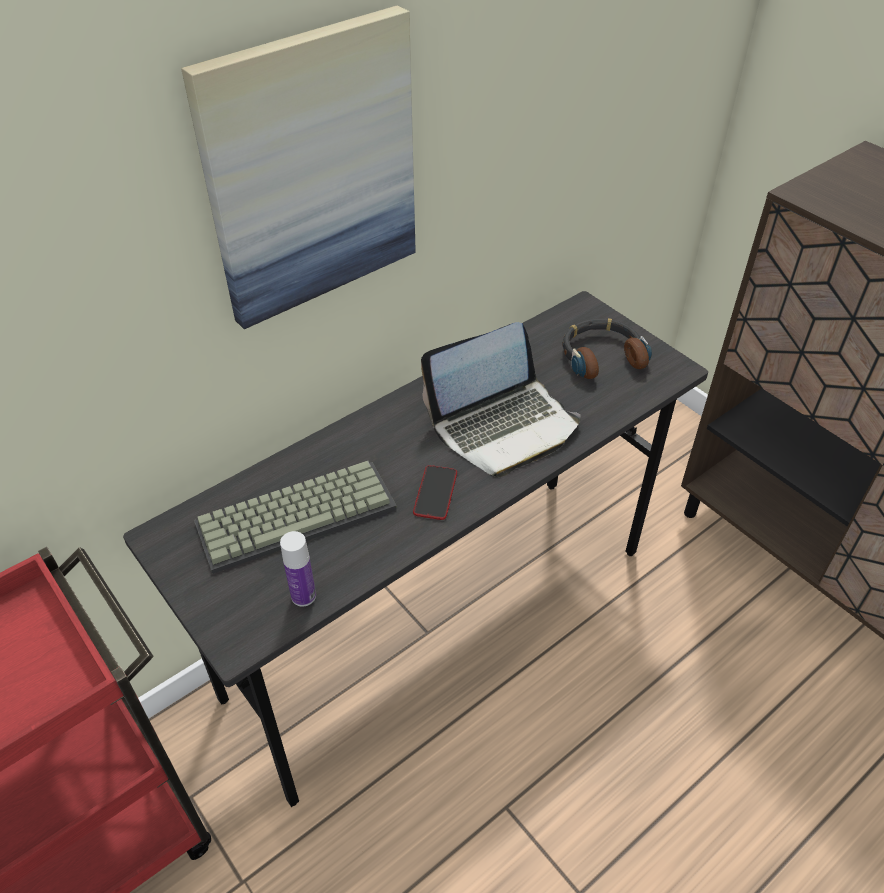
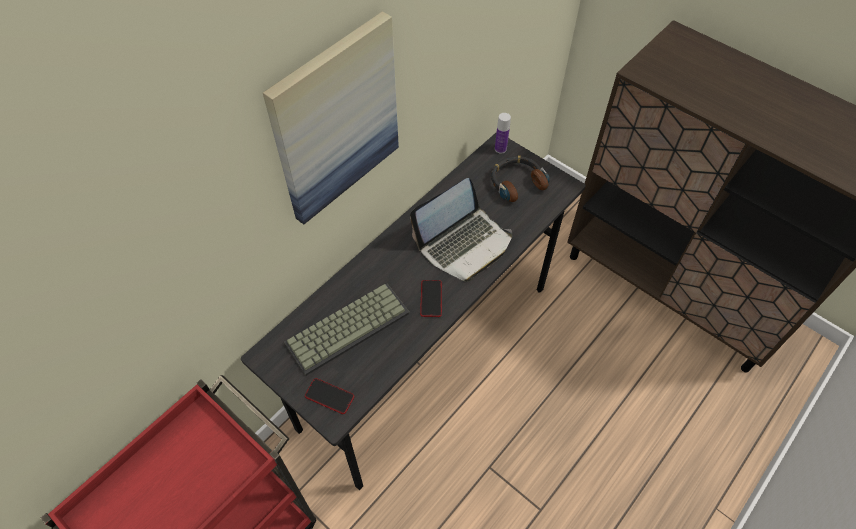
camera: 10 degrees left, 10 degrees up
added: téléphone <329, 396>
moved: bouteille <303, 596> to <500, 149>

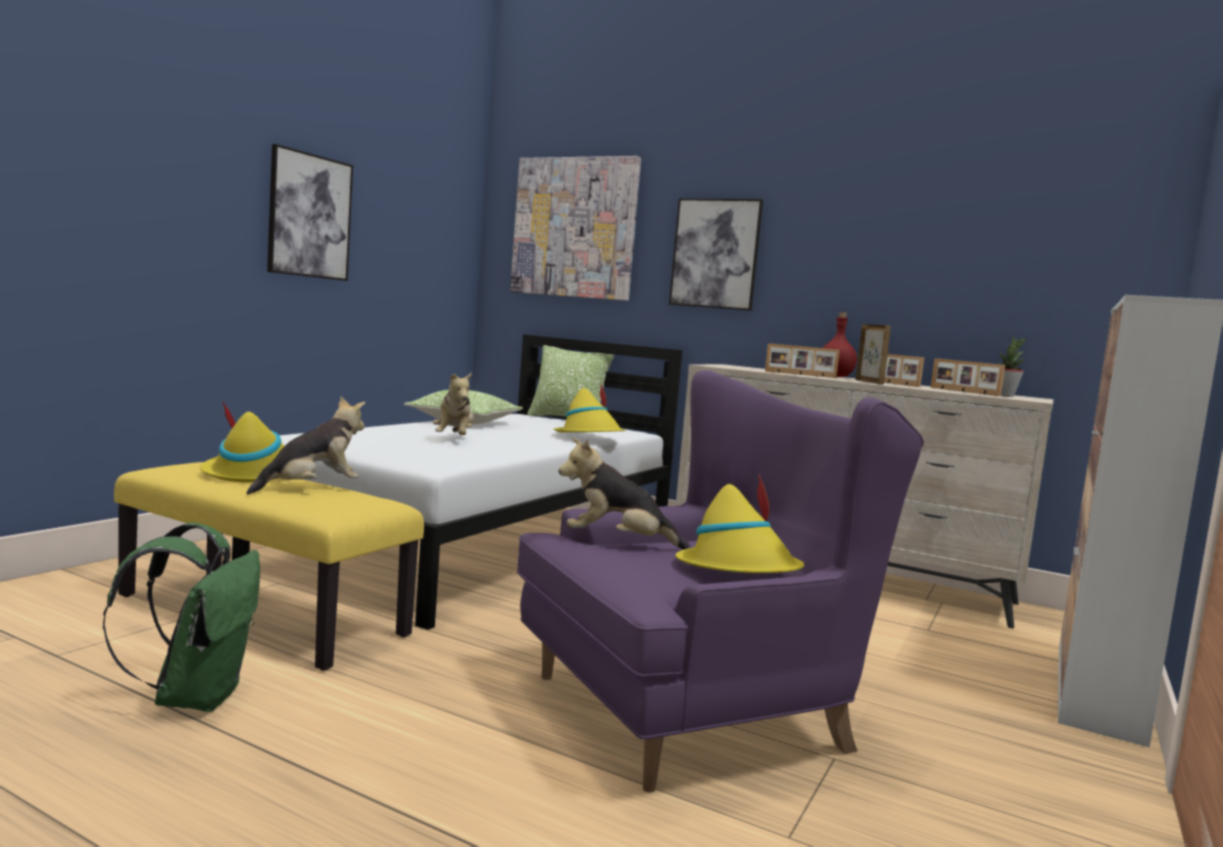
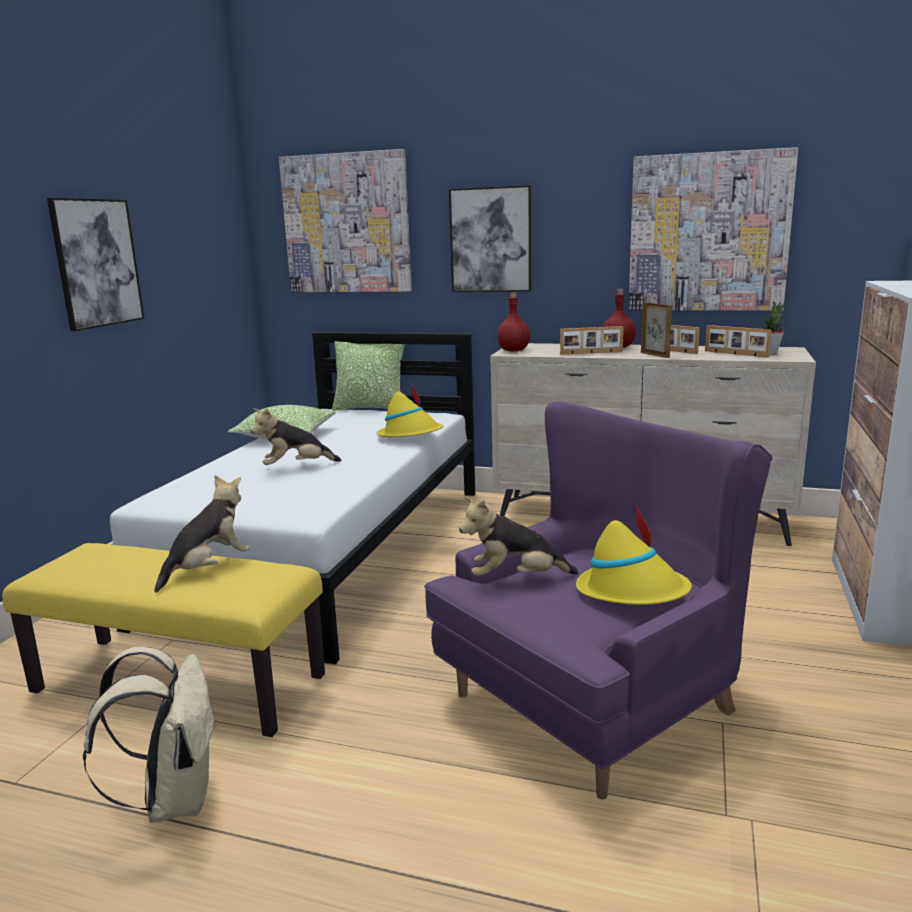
camera: 10 degrees left, 10 degrees up
removed: chapeau [jaune] <253, 473>
added: tableau <708, 233>; bouteille [rouge] <514, 350>
recoloured: sac à dos [vert] <195, 697> to sac à dos [beige] <174, 798>
turned: peluche <454, 439> = <296, 467> 90 degrees clockwise

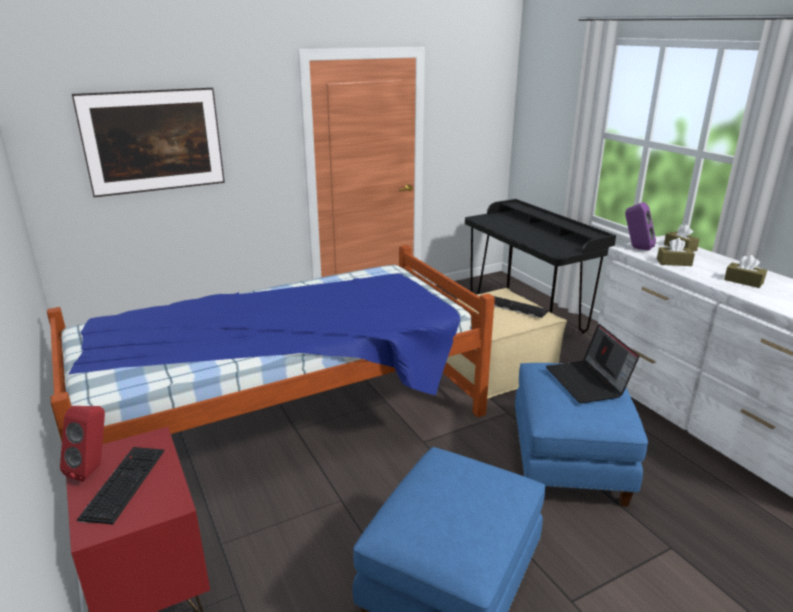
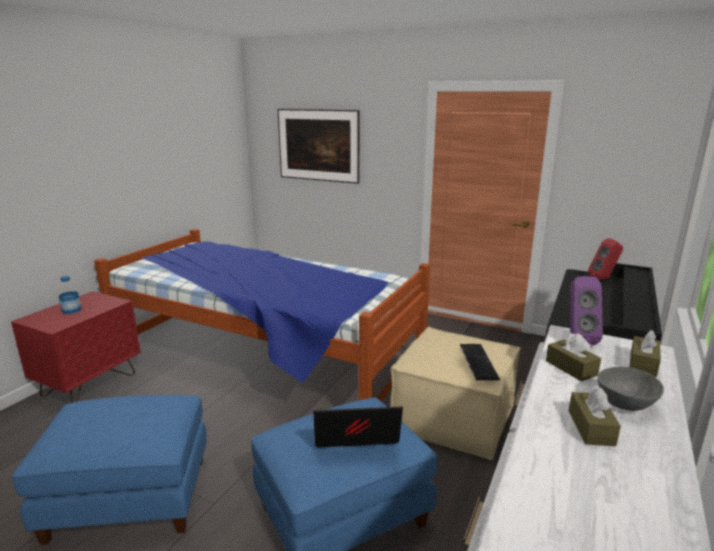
camera: 55 degrees right, 5 degrees down
added: bol [gris] <626, 404>
moved: enceinte [rouge] <93, 469> to <603, 279>
replaced: clavier <123, 482> to bouteille <71, 310>
turned: ordinateur portable <588, 382> = <354, 435> 45 degrees clockwise

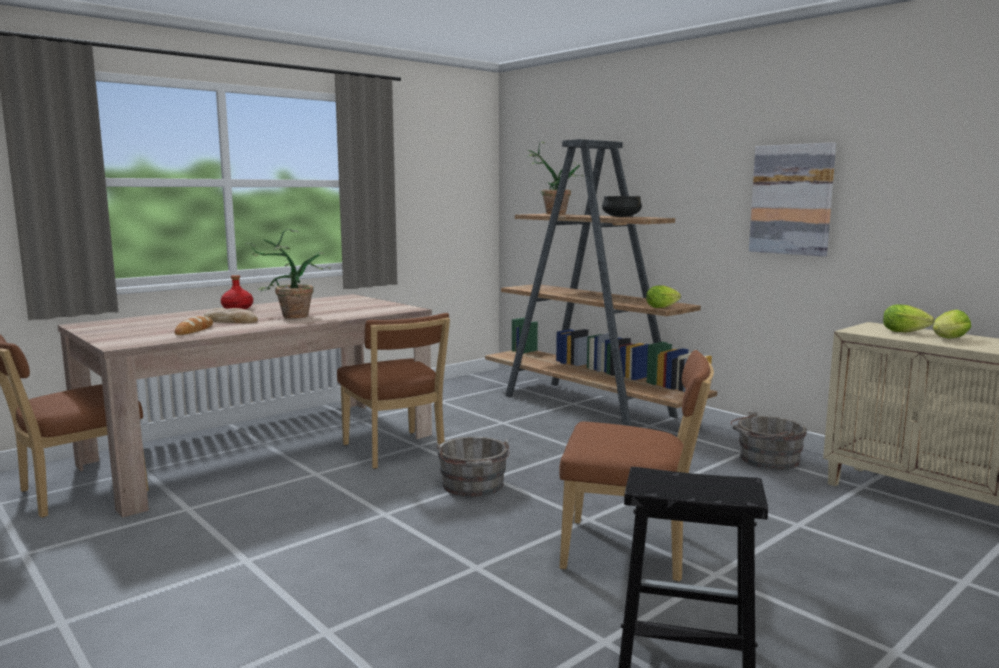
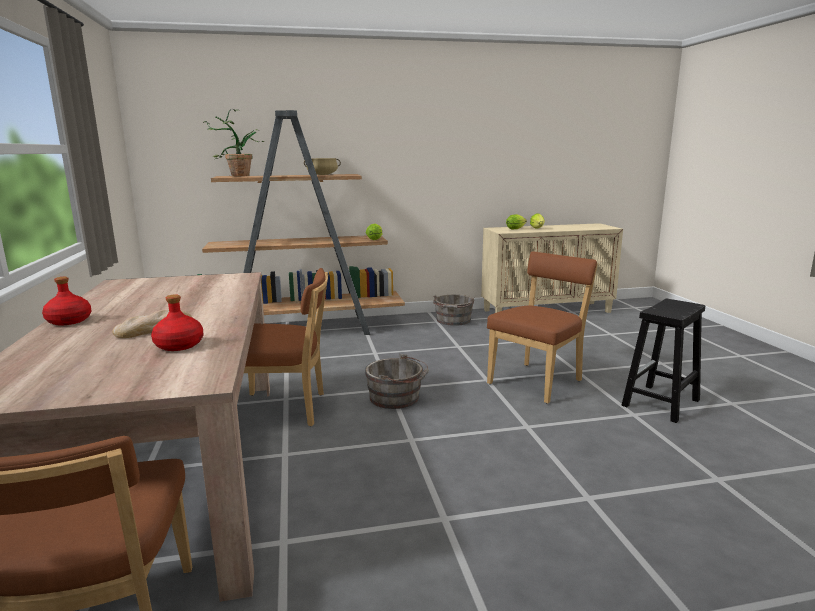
camera: 60 degrees left, 5 degrees up
removed: tableau <791, 199>; plante en pot <288, 317>
replaced: pain <194, 330> to bouteille [rouge] <178, 345>
recoloured: marmite [noir] <621, 216> to marmite [beige] <322, 175>

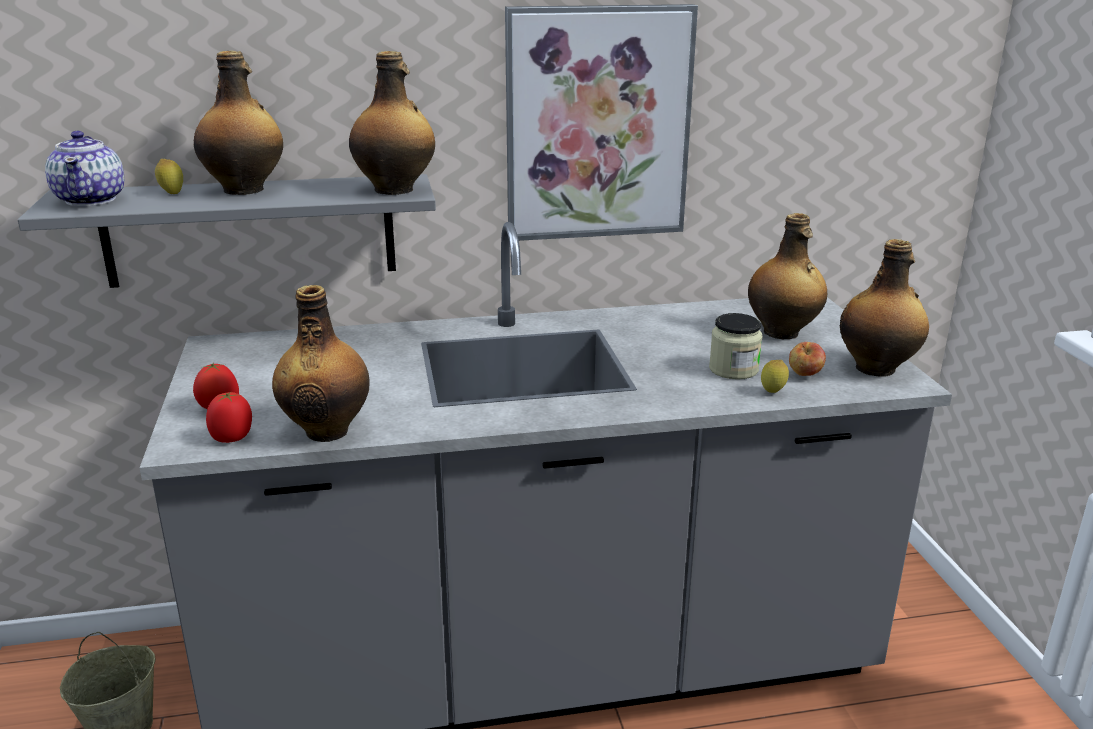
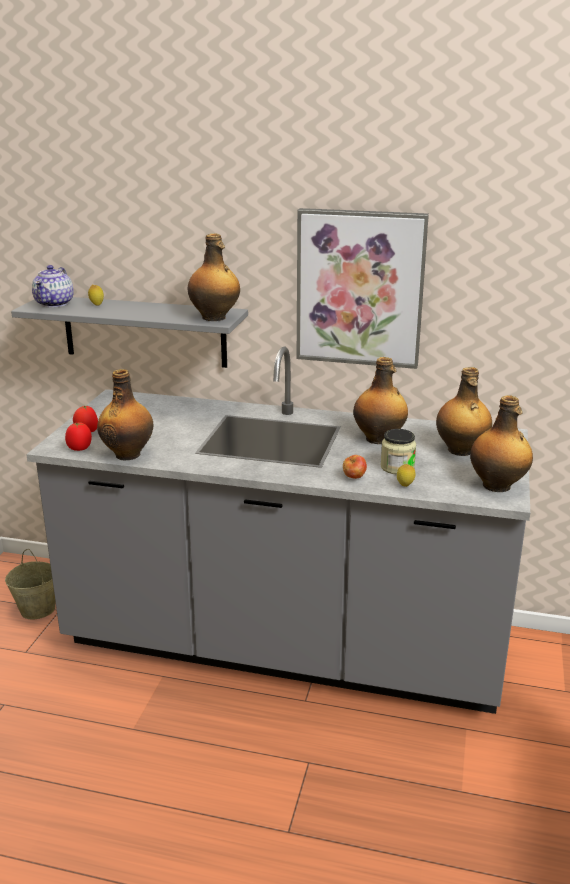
camera: 25 degrees right, 0 degrees up
moved: bouteille <245, 190> to <379, 439>; pomme <805, 375> to <354, 478>

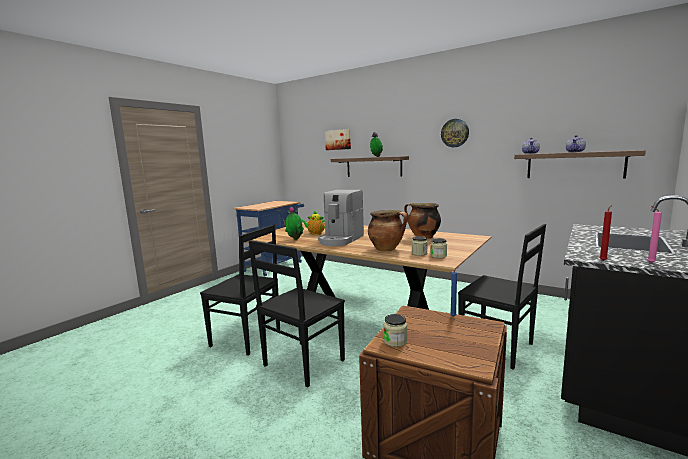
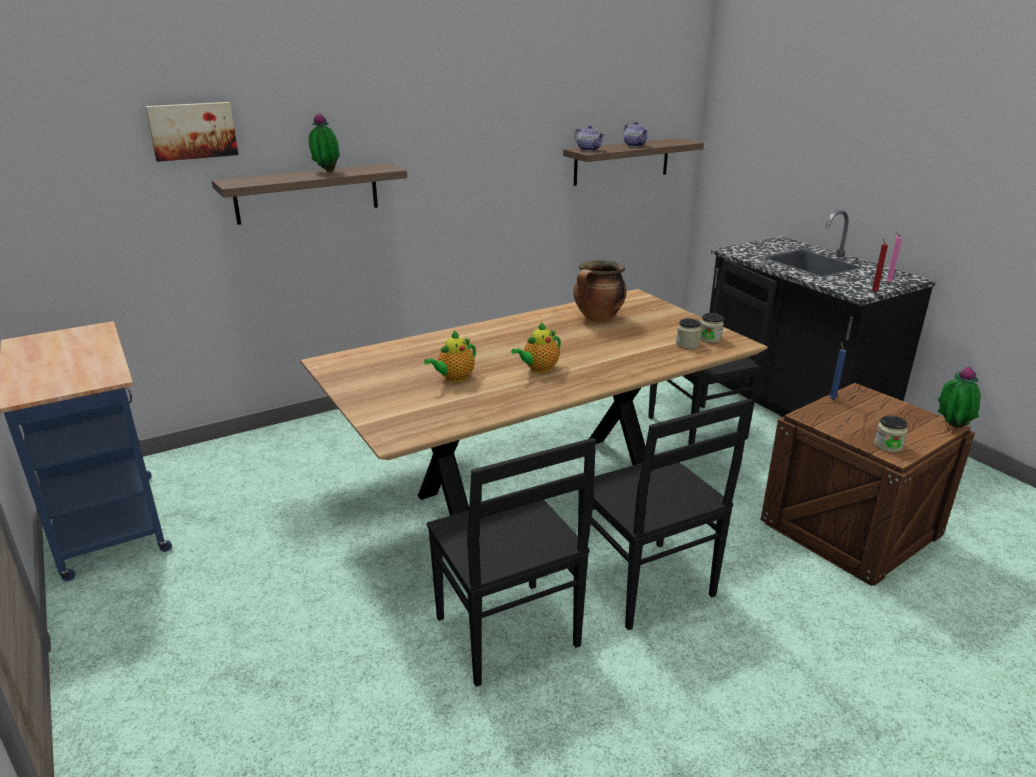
camera: 65 degrees left, 15 degrees up
removed: horloge murale <455, 133>; marmite <387, 249>
moved: plante en pot <295, 239> to <951, 427>
replaced: machine à café <341, 239> to théière <538, 369>
turned: chaise [noir] <247, 338> = <508, 634> 105 degrees clockwise

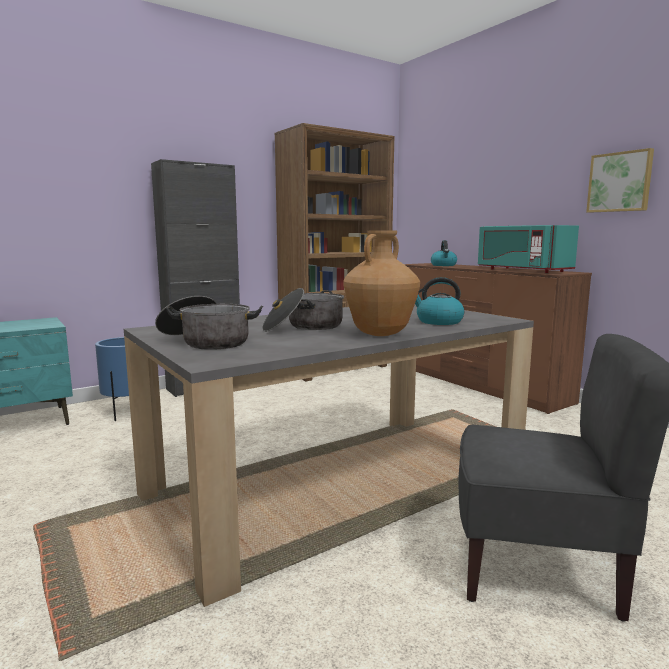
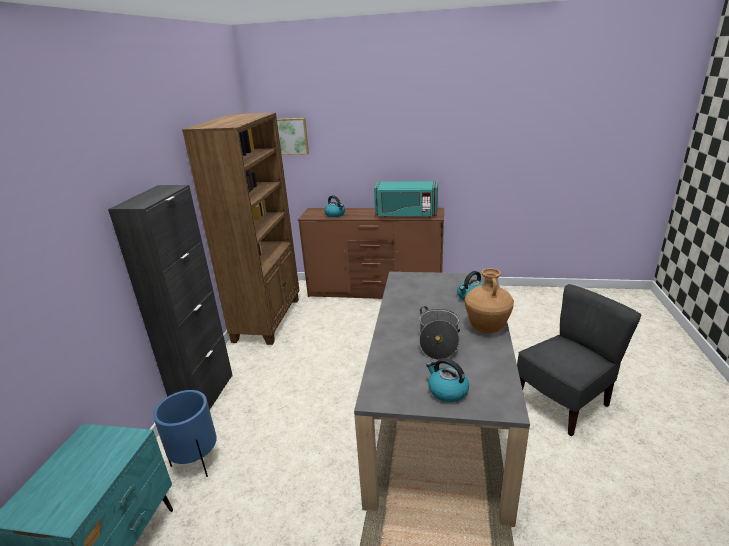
camera: 45 degrees left, 15 degrees up
moved: tableau <620, 182> to <290, 136>
replaced: marmite <206, 341> to bouilloire <447, 391>

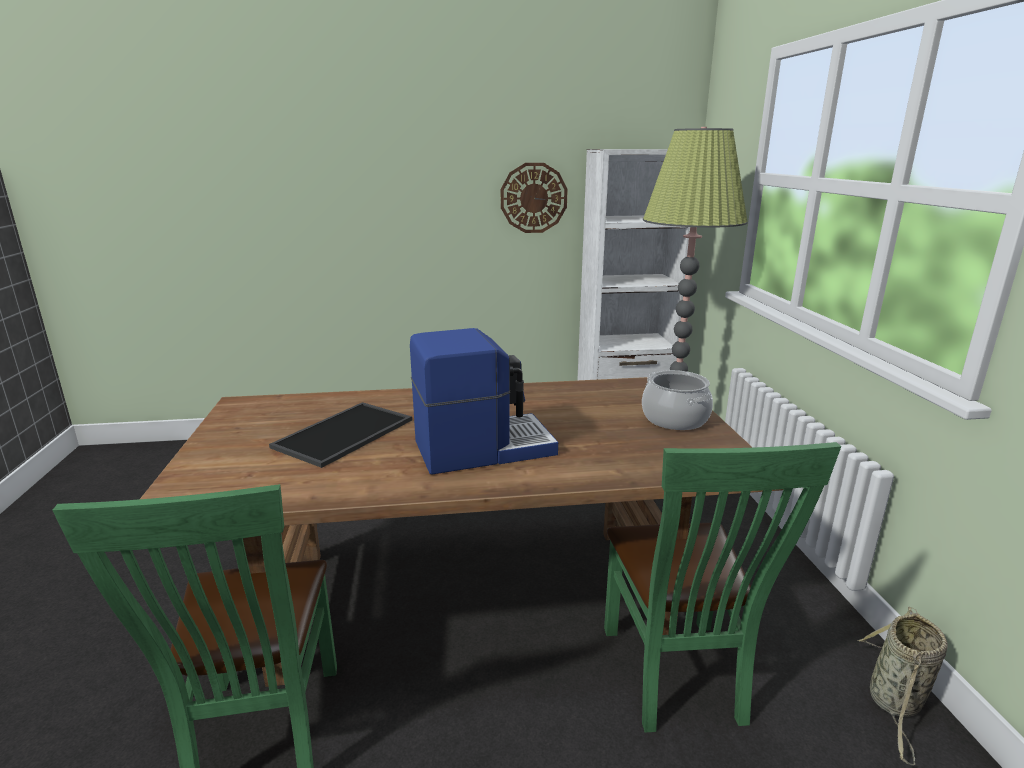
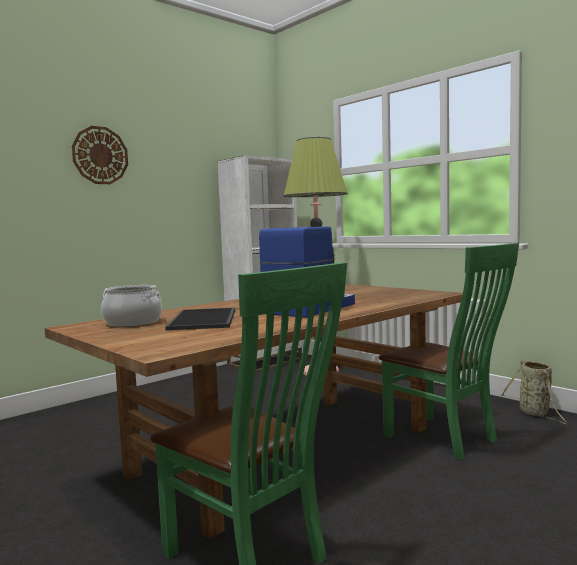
camera: 35 degrees left, 15 degrees down
moved: horloge murale <533, 198> to <100, 155>; marmite <674, 419> to <132, 323>

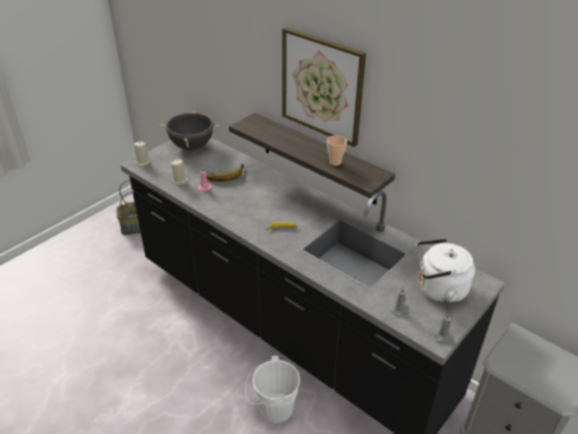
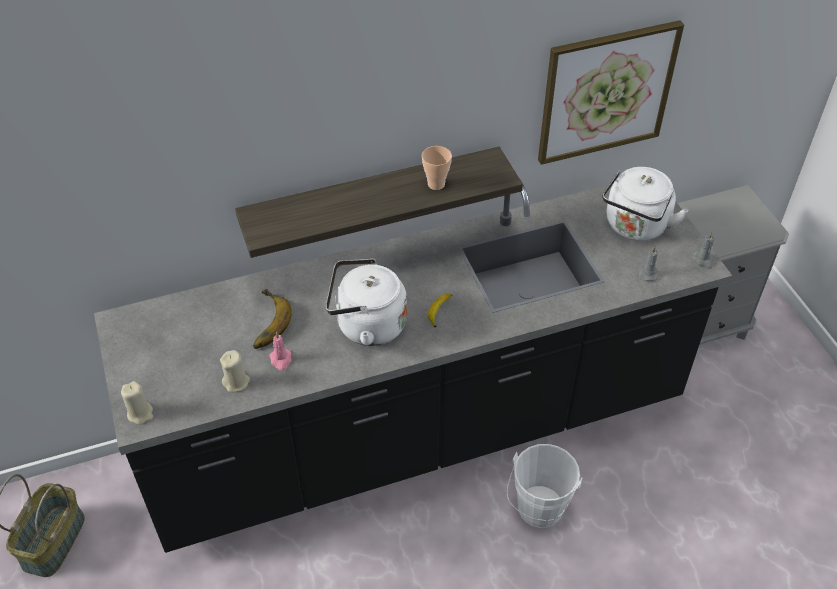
camera: 60 degrees left, 10 degrees up
removed: marmite [noir] <192, 146>
added: bouilloire [blanc] <366, 325>
moved: tableau <322, 86> to <606, 92>

